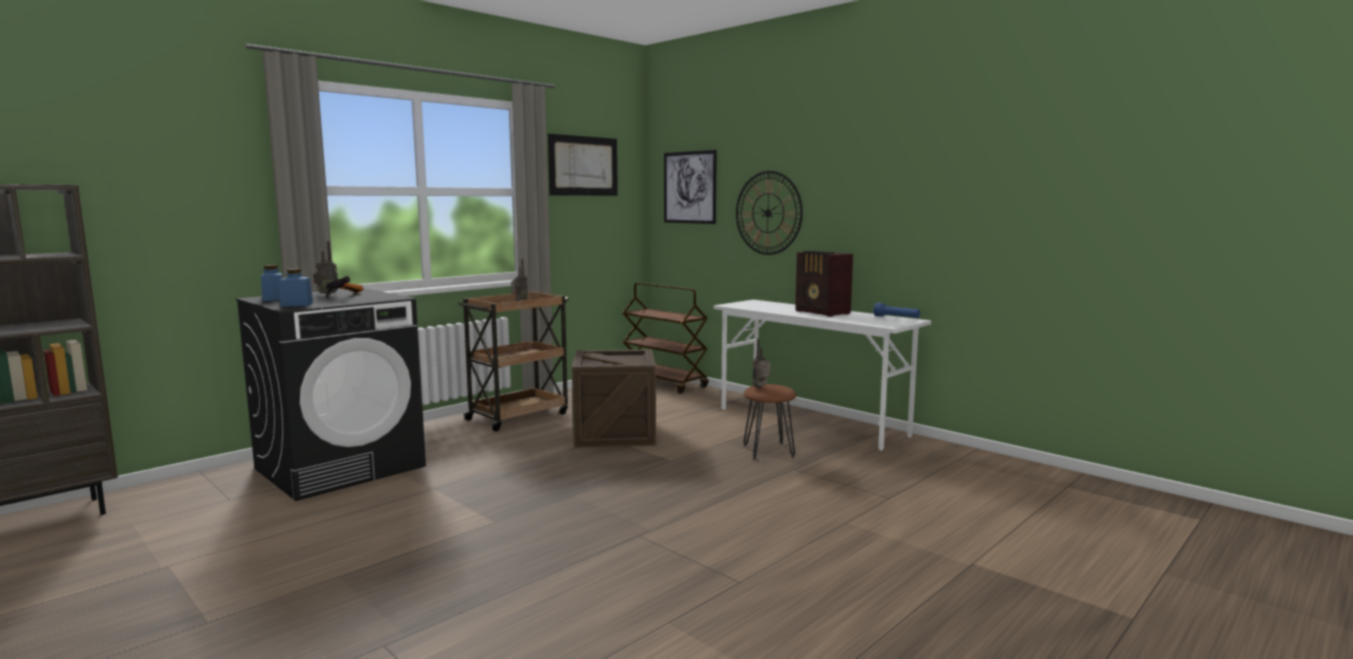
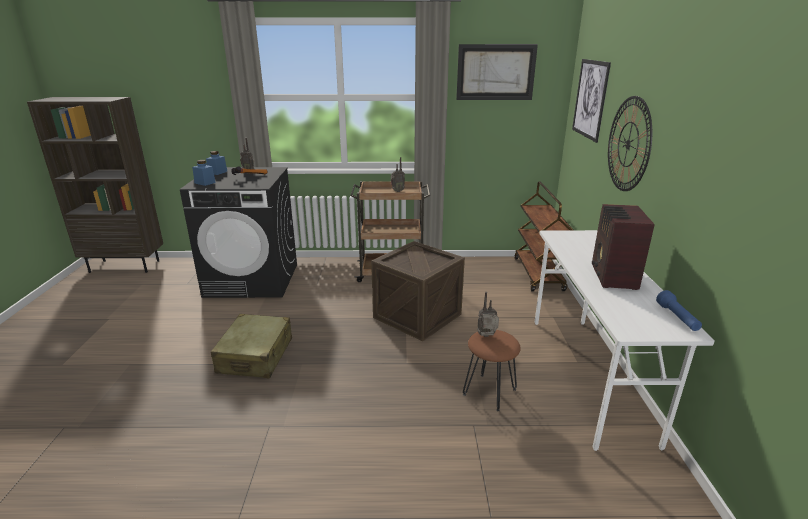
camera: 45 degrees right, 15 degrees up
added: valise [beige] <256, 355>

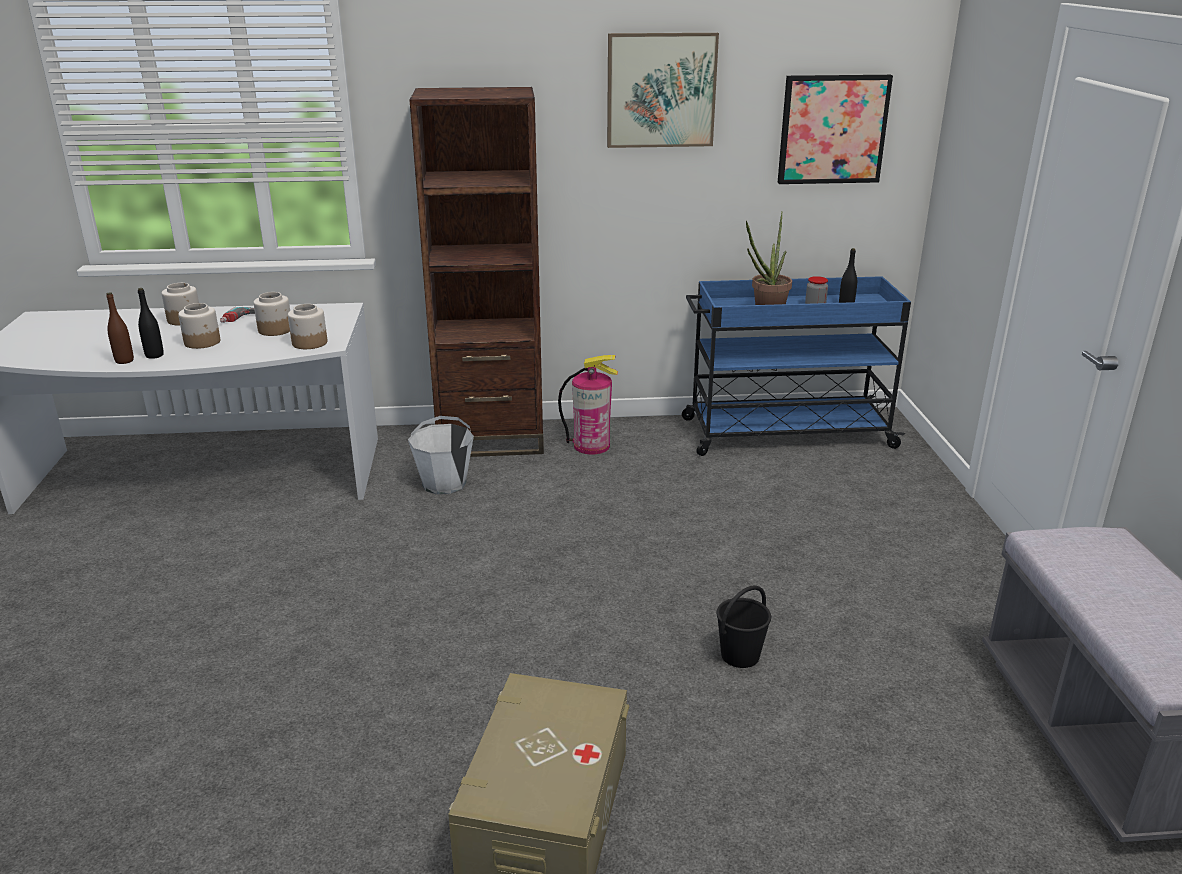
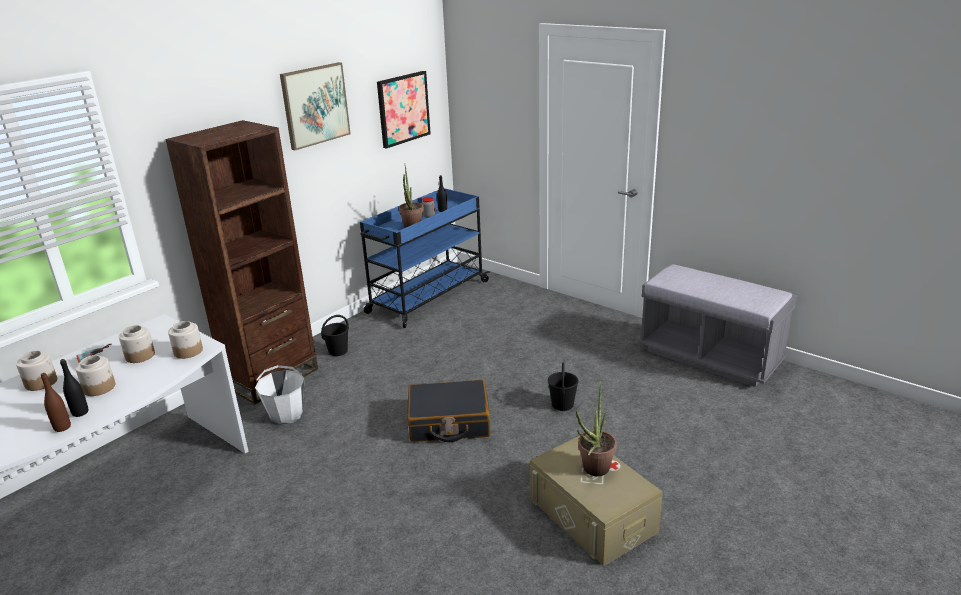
camera: 45 degrees left, 0 degrees up
added: valise [noir] <449, 422>; plante en pot <593, 471>
replaced: extincteur <591, 446> to seau [noir] <338, 351>

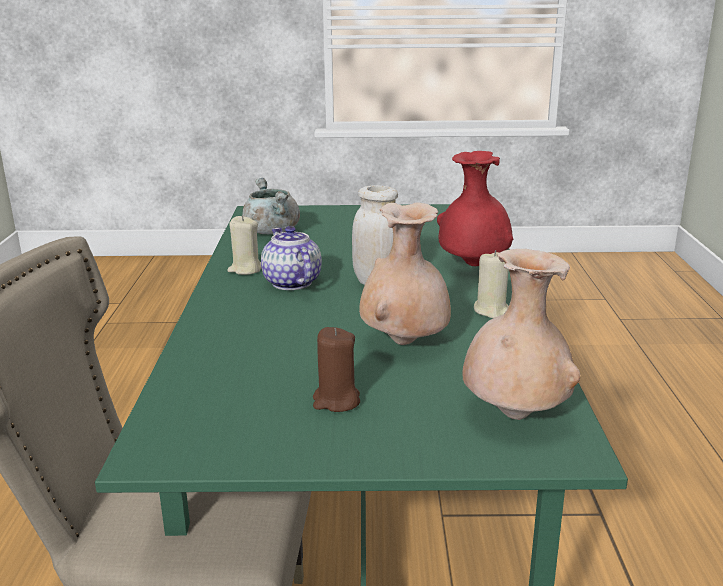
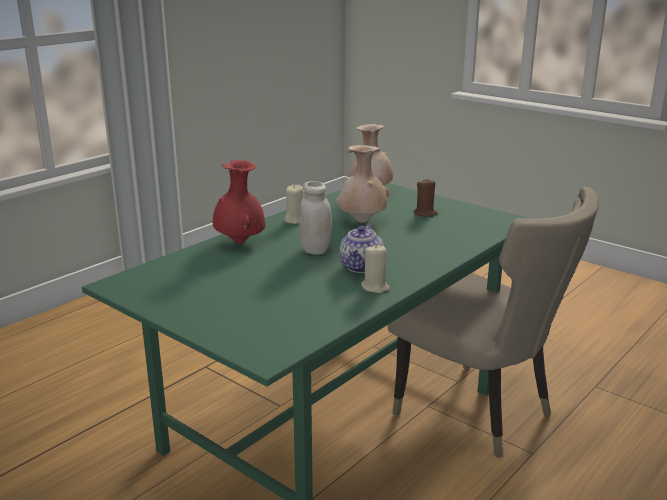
camera: 140 degrees left, 0 degrees up
removed: marmite [gris] <270, 231>

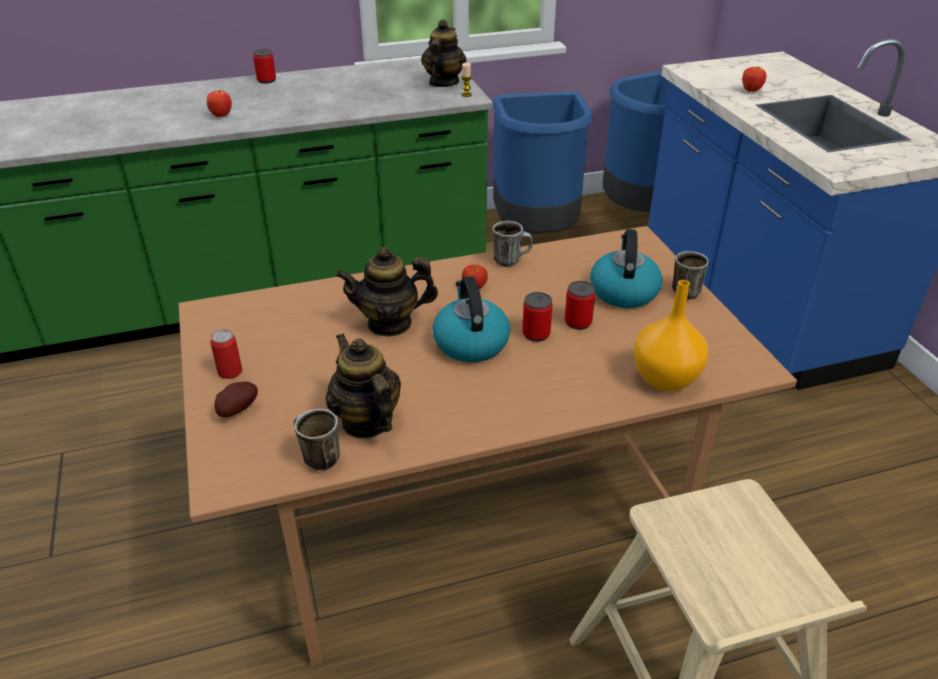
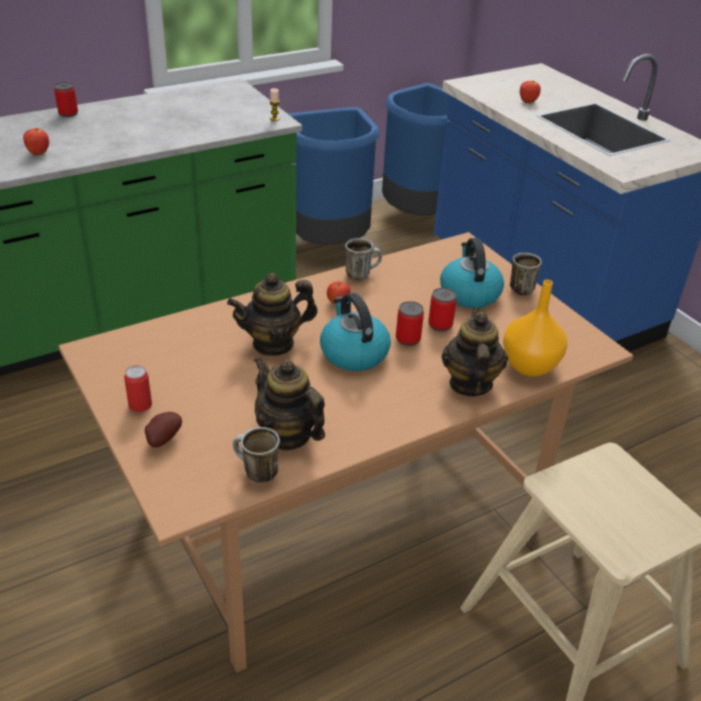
camera: 15 degrees left, 0 degrees up
moved: théière <443, 83> to <469, 384>

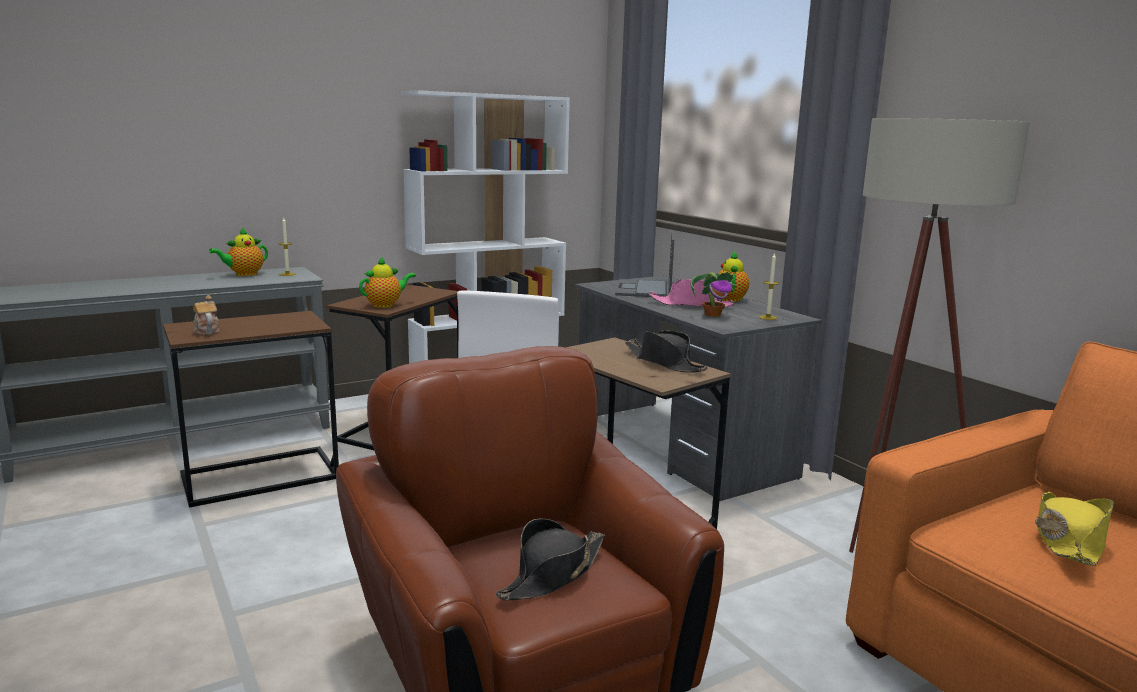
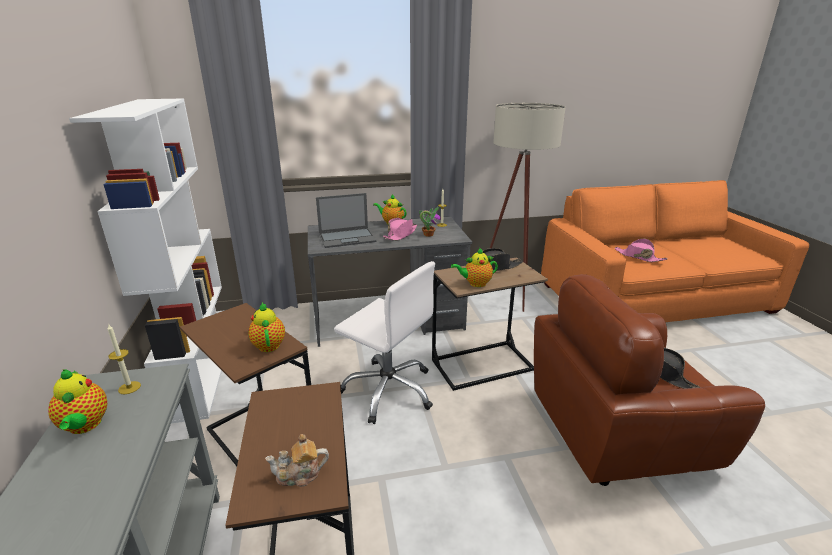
camera: 70 degrees left, 10 degrees up
added: théière <475, 283>
recoloured: chapeau [jaune] <1068, 540> to chapeau [rose] <638, 257>
turned: ordinateur portable <644, 289> = <348, 238> 45 degrees counterclockwise

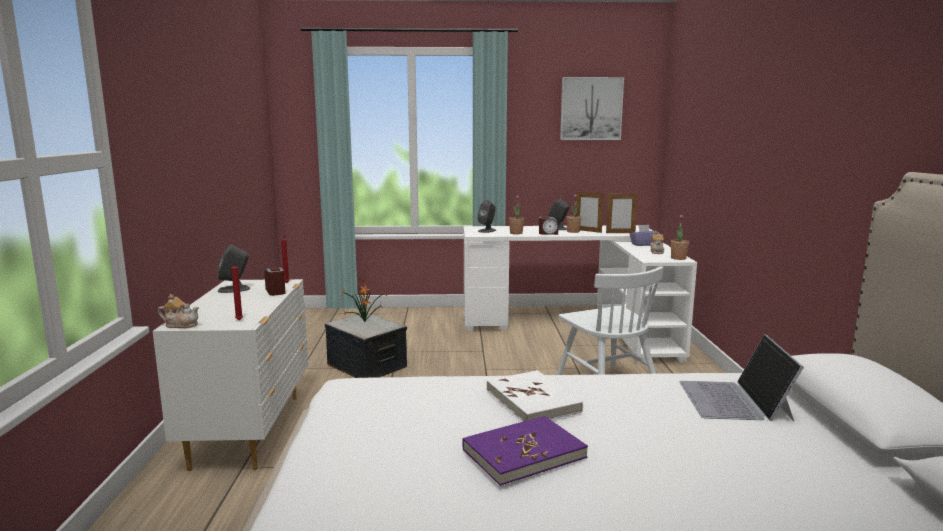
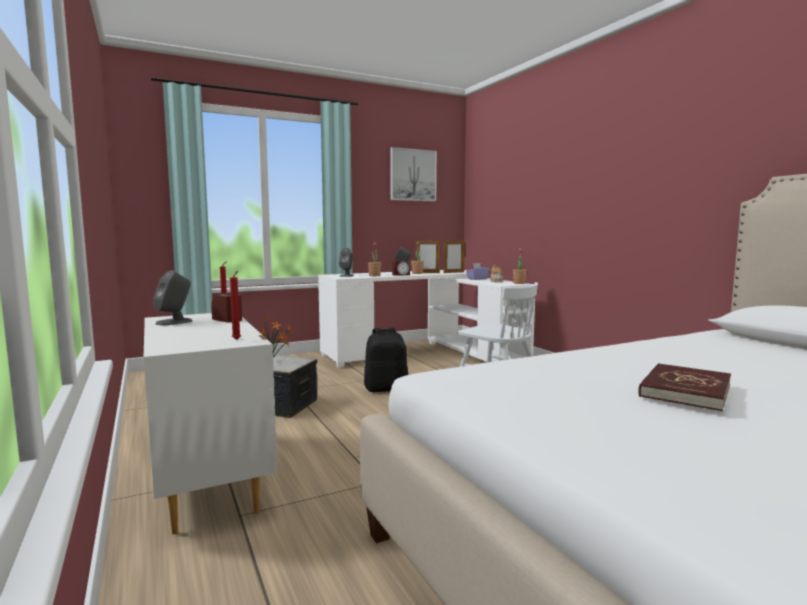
camera: 25 degrees left, 5 degrees down
removed: théière <181, 325>; ordinateur portable <735, 400>; livre [blanc] <533, 400>
added: sac à dos [noir] <386, 389>
recoloured: livre [violet] <523, 453> to livre [rouge] <684, 390>

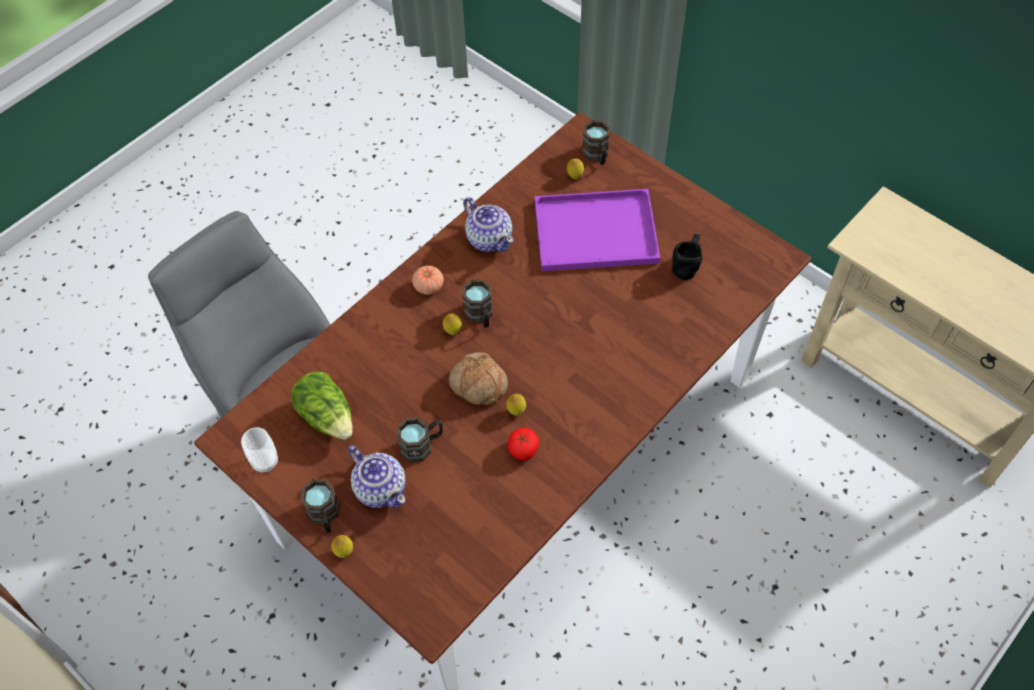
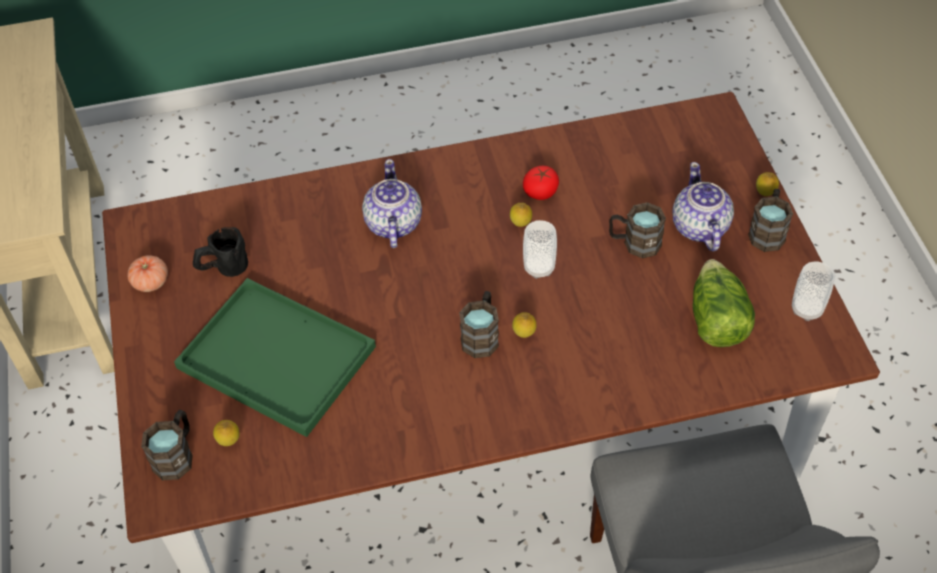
camera: 145 degrees left, 5 degrees down
moved: théière <489, 238> to <393, 224>; tomate <428, 286> to <150, 282>
replaced: pain <478, 385> to tasse <539, 268>
recoloured: plateau [violet] <598, 230> to plateau [vert] <272, 357>

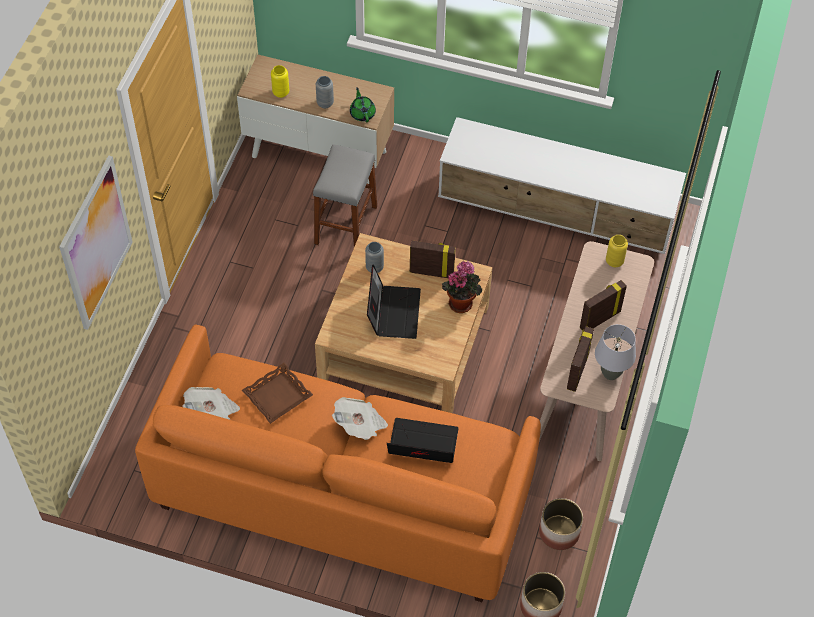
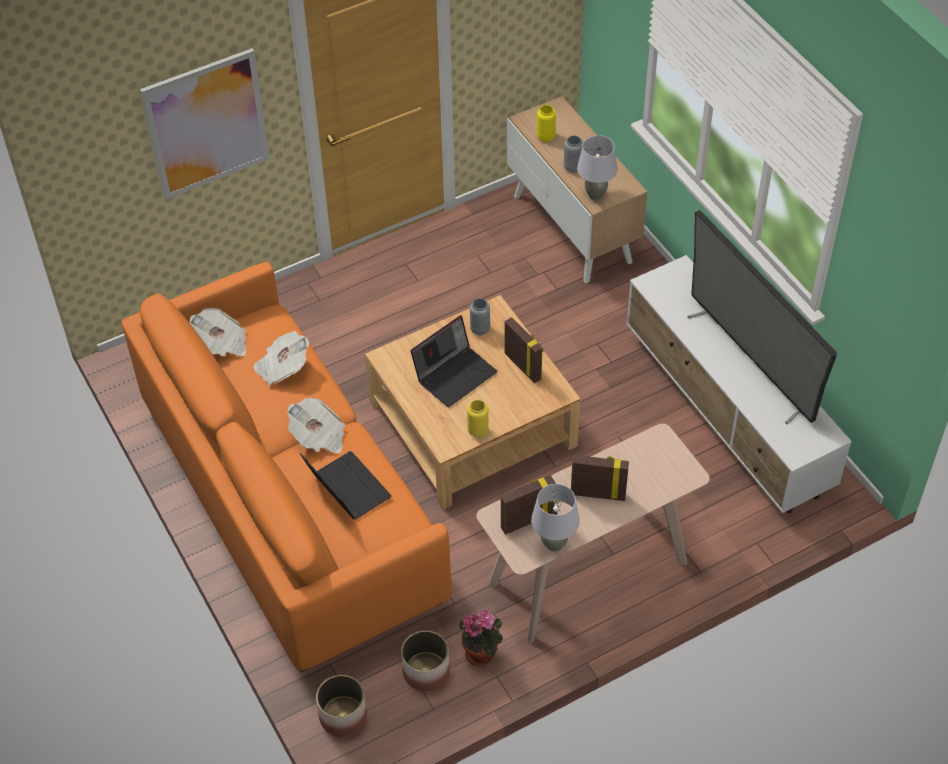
camera: 45 degrees right, 5 degrees down
removed: tabouret [gris] <346, 225>
added: téléviseur <750, 360>
moved: vase [jaune] <614, 261> to <478, 431>; plante en pot <461, 302> to <482, 653>
replaced: théière [vert] <362, 113> to lampe de table [gris] <595, 195>; plateau [marron] <278, 396> to journal <282, 367>

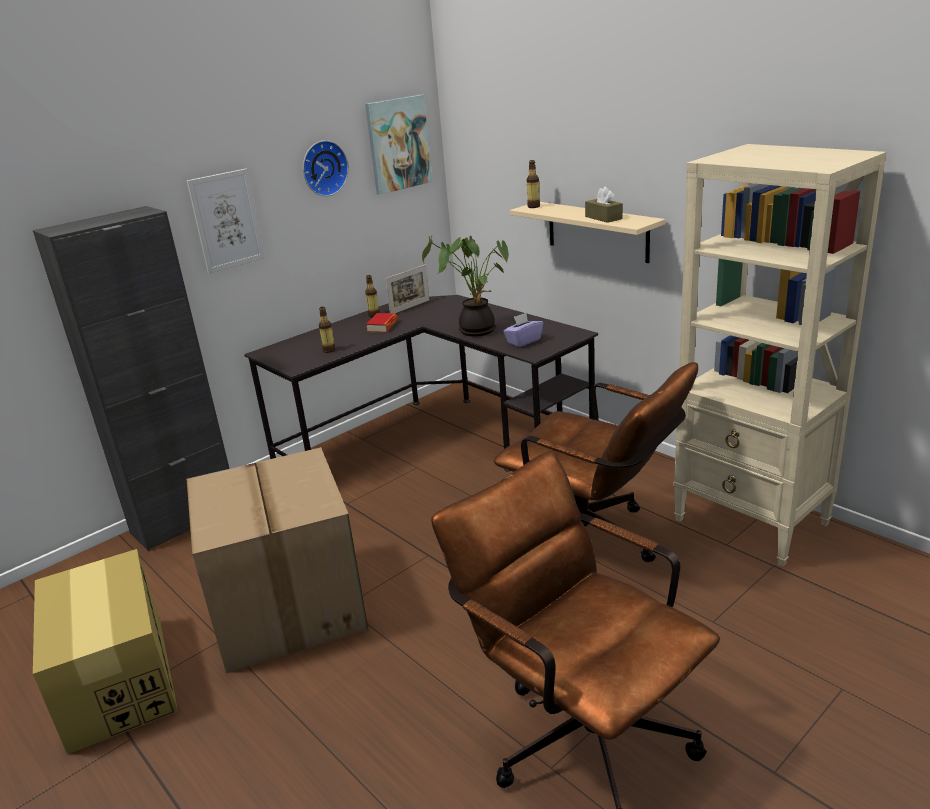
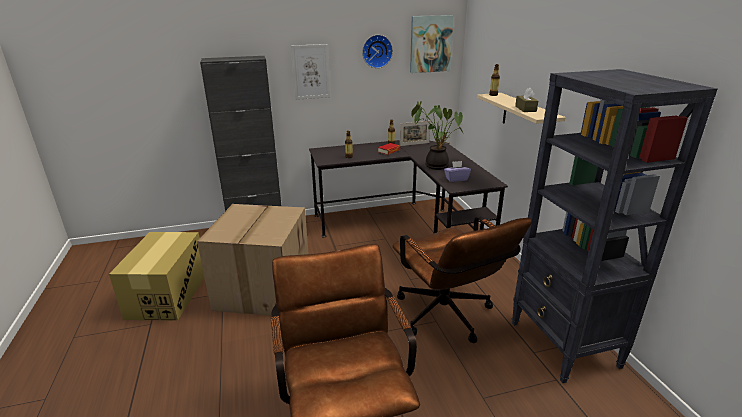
camera: 25 degrees right, 0 degrees up
recoloured: bibliothèque [beige] <752, 522> to bibliothèque [noir] <564, 345>

